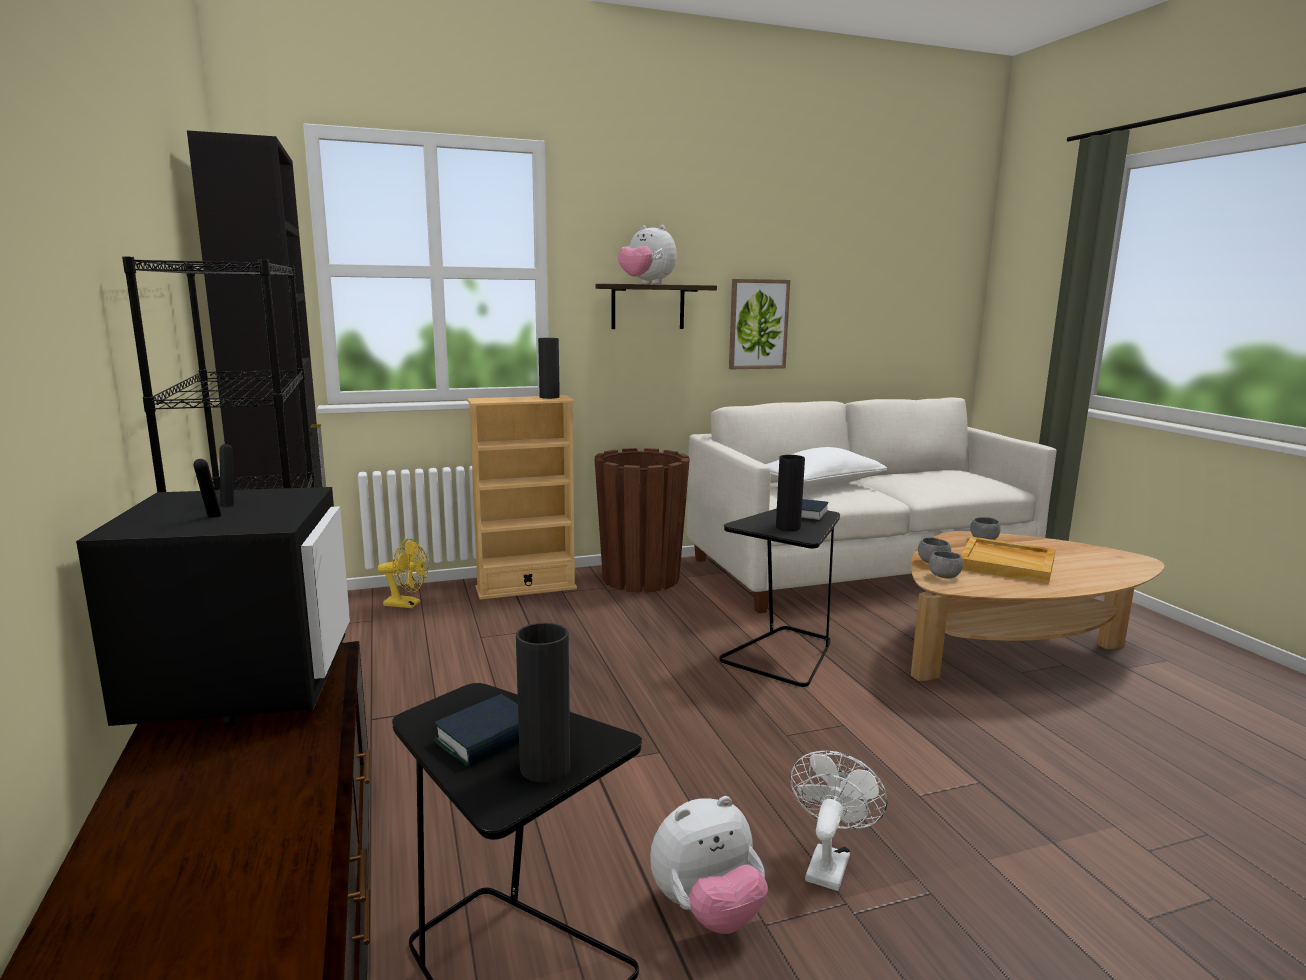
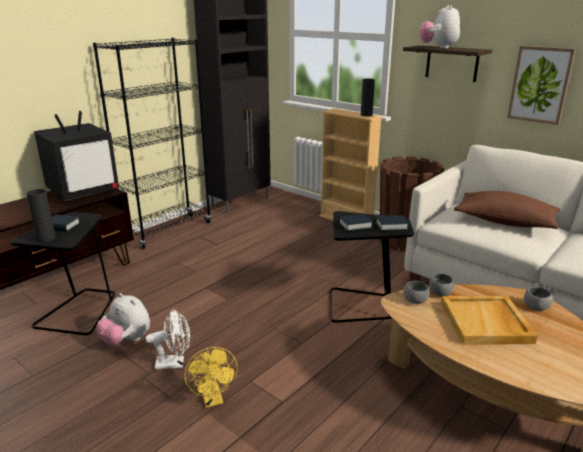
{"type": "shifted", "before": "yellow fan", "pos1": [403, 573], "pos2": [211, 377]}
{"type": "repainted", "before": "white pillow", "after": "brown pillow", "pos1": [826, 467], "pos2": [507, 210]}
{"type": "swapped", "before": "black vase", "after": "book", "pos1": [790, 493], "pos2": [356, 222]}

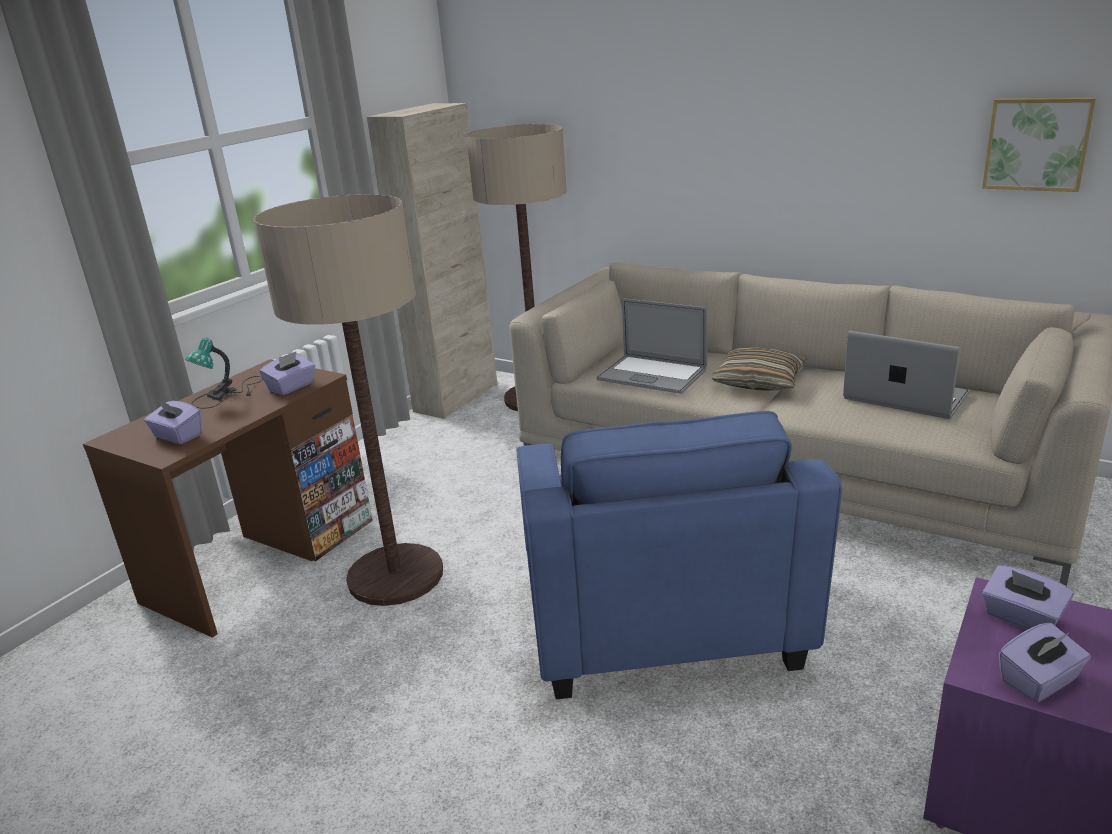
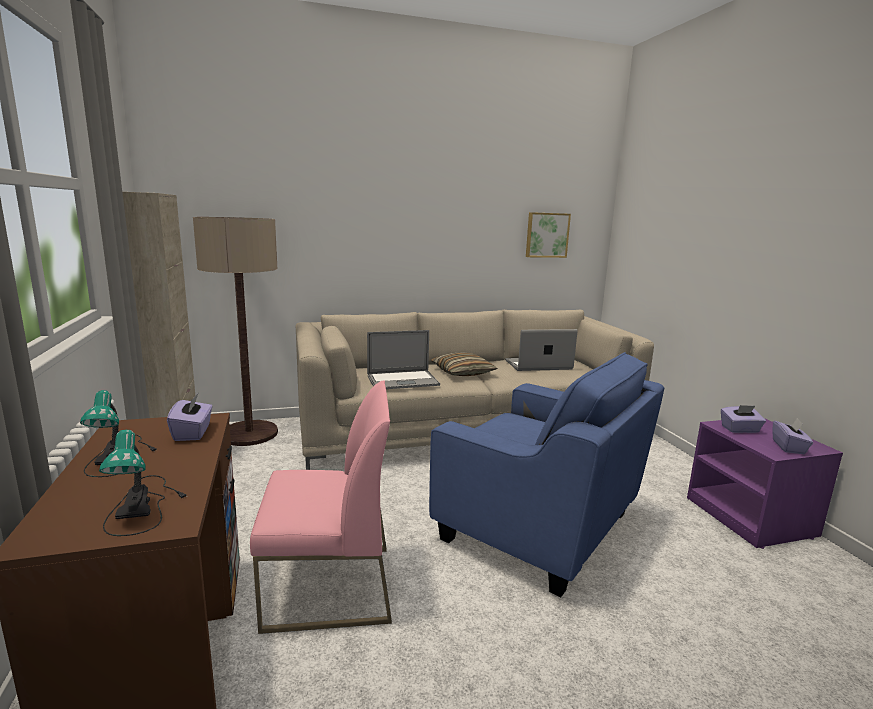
{"type": "swapped", "before": "purple tissue box", "after": "table lamp", "pos1": [173, 422], "pos2": [143, 483]}
{"type": "swapped", "before": "floor lamp", "after": "pink chair", "pos1": [348, 400], "pos2": [321, 507]}

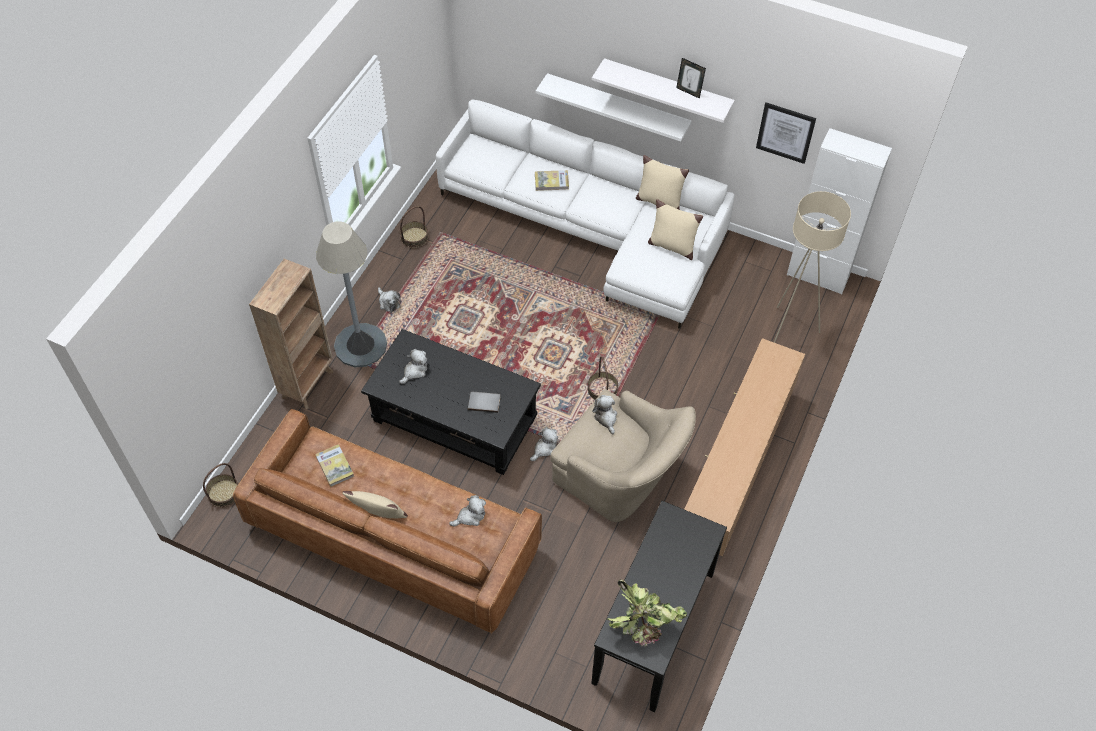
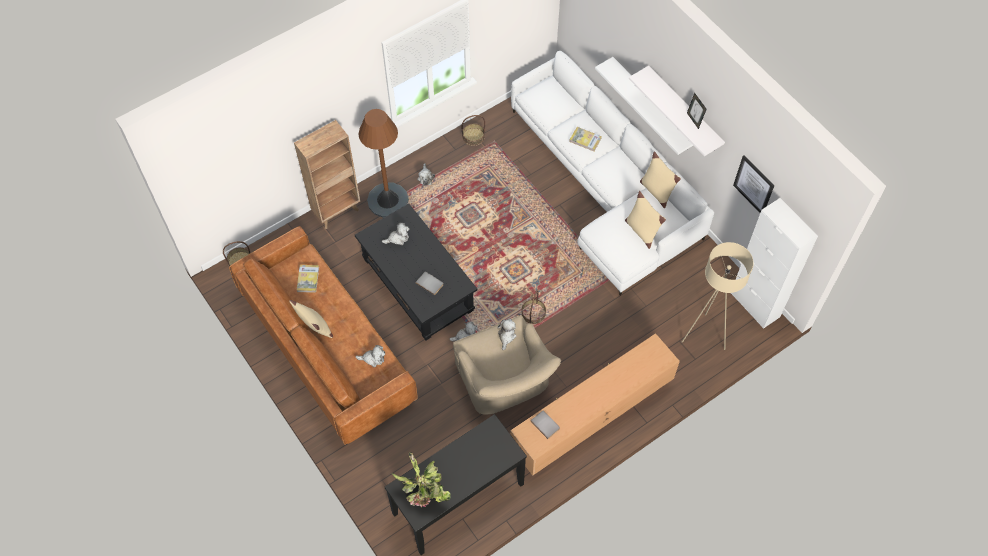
{"type": "repainted", "before": "grey floor lamp", "after": "brown floor lamp", "pos1": [351, 294], "pos2": [384, 163]}
{"type": "new", "after": "grey book", "pos2": [545, 425]}

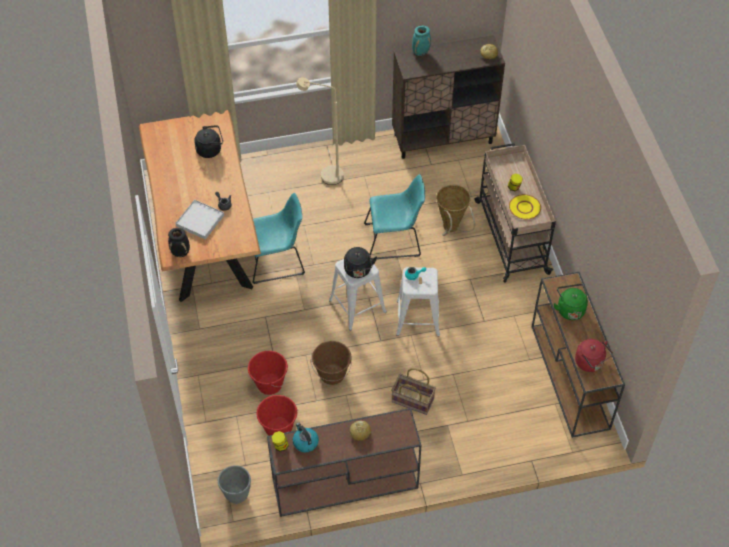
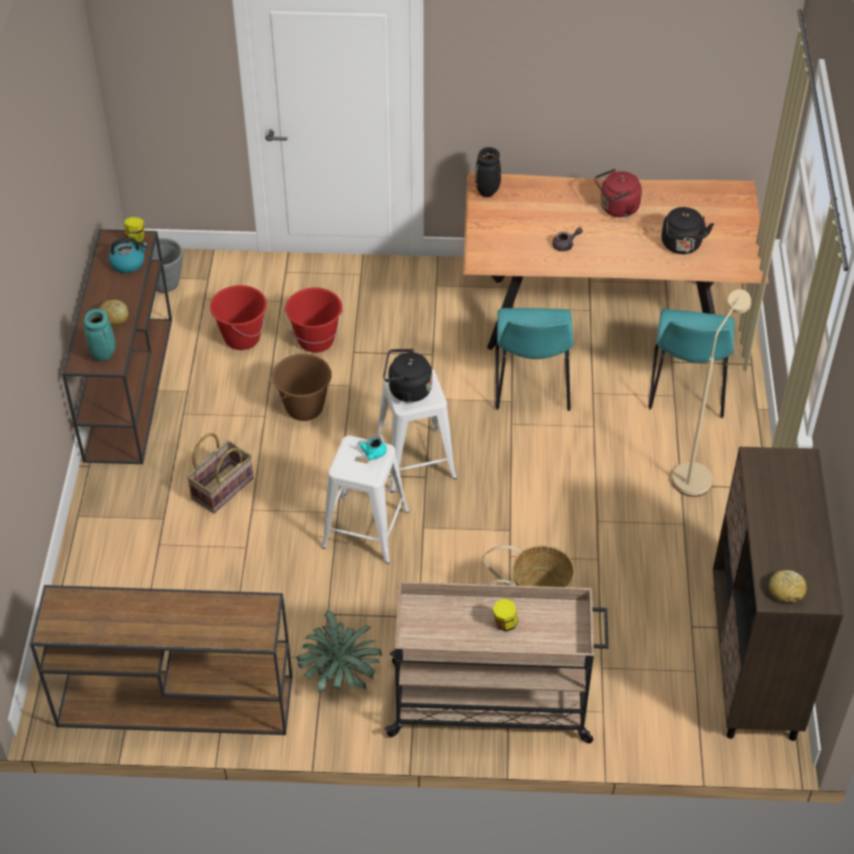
{"type": "gone", "before": "white tray", "pos1": [199, 219]}
{"type": "shifted", "before": "turquoise chair", "pos1": [394, 217], "pos2": [691, 363]}
{"type": "shifted", "before": "turquoise vase", "pos1": [421, 41], "pos2": [99, 335]}
{"type": "gone", "before": "yellow plate", "pos1": [525, 206]}
{"type": "gone", "before": "green kettle", "pos1": [571, 302]}
{"type": "shifted", "before": "red kettle", "pos1": [594, 355], "pos2": [618, 192]}
{"type": "new", "after": "potted plant", "pos2": [339, 651]}

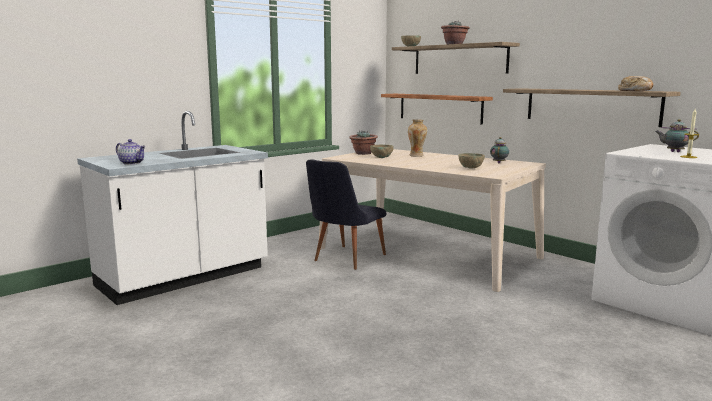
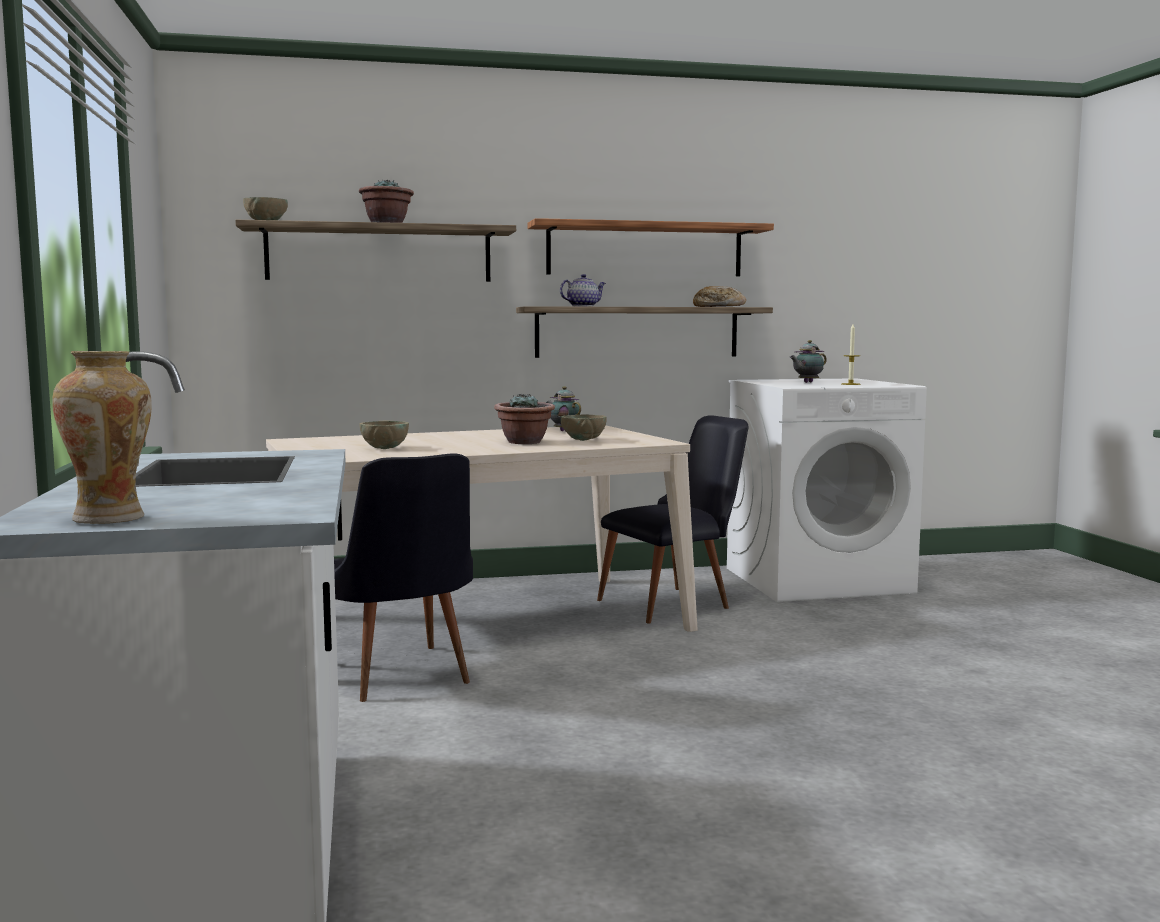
{"type": "shifted", "before": "teapot", "pos1": [131, 152], "pos2": [583, 290]}
{"type": "shifted", "before": "potted plant", "pos1": [363, 143], "pos2": [524, 418]}
{"type": "shifted", "before": "shelf", "pos1": [437, 109], "pos2": [650, 247]}
{"type": "shifted", "before": "vase", "pos1": [417, 138], "pos2": [102, 437]}
{"type": "new", "after": "black chair", "pos2": [673, 519]}

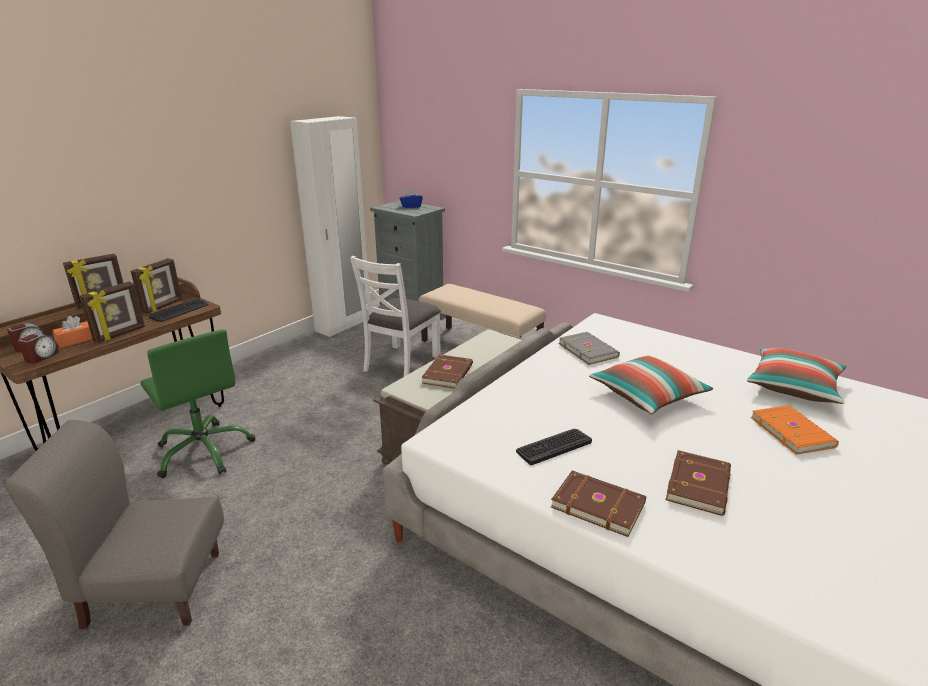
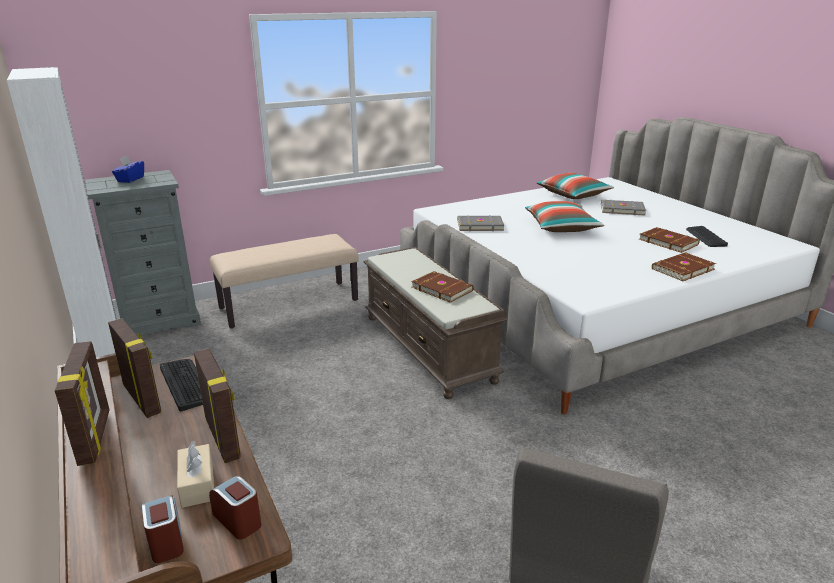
{"type": "repainted", "before": "orange tissue box", "after": "beige tissue box", "pos1": [72, 332], "pos2": [195, 474]}
{"type": "gone", "before": "green office chair", "pos1": [198, 403]}
{"type": "gone", "before": "white chair", "pos1": [395, 316]}
{"type": "shifted", "before": "keyboard", "pos1": [554, 447], "pos2": [707, 236]}
{"type": "repainted", "before": "orange book", "after": "grey book", "pos1": [794, 430], "pos2": [623, 208]}

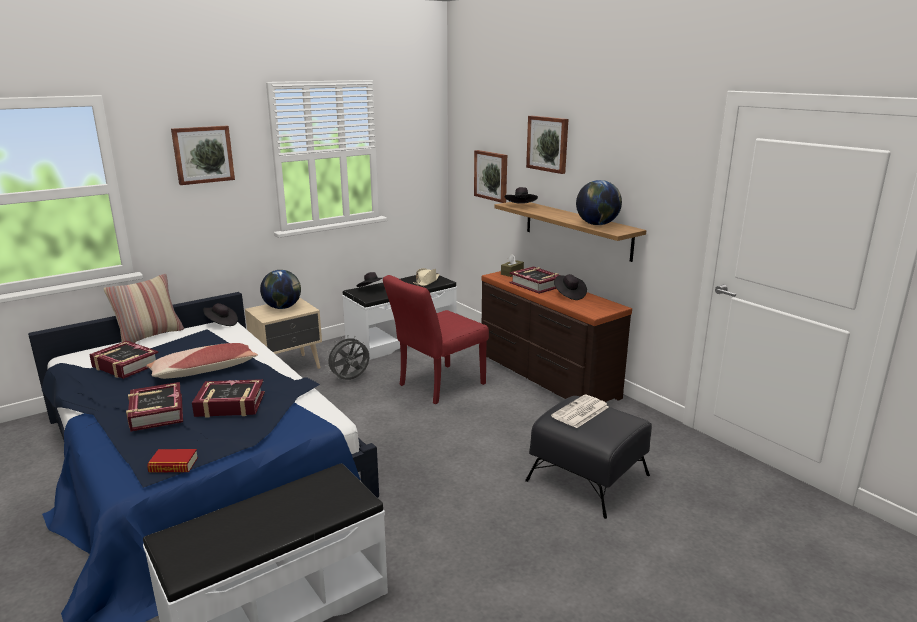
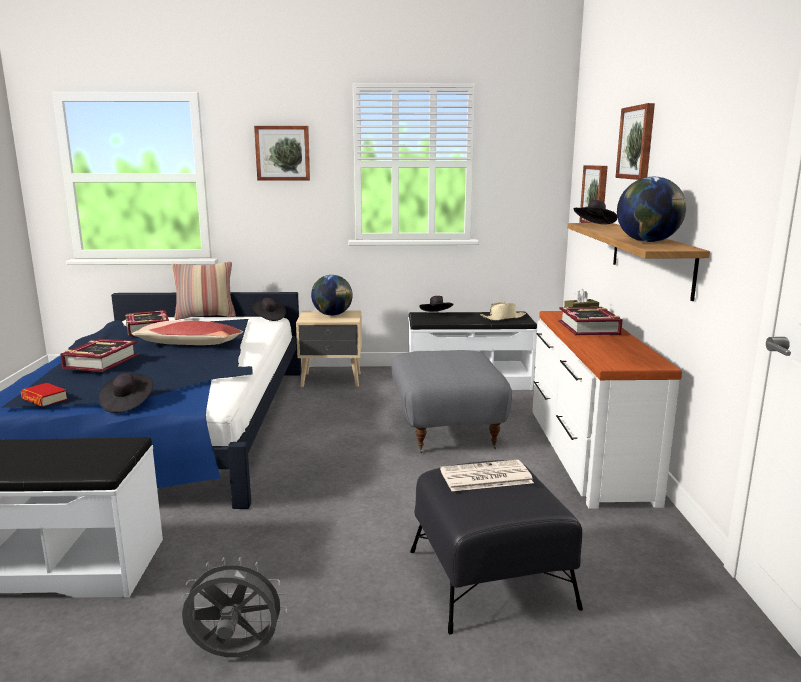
{"type": "gone", "before": "book", "pos1": [228, 398]}
{"type": "shifted", "before": "grey fan", "pos1": [347, 357], "pos2": [234, 607]}
{"type": "swapped", "before": "red chair", "after": "grey ottoman", "pos1": [436, 339], "pos2": [451, 401]}
{"type": "repainted", "before": "brown dresser", "after": "white dresser", "pos1": [557, 336], "pos2": [607, 410]}
{"type": "shifted", "before": "black hat", "pos1": [570, 287], "pos2": [126, 393]}

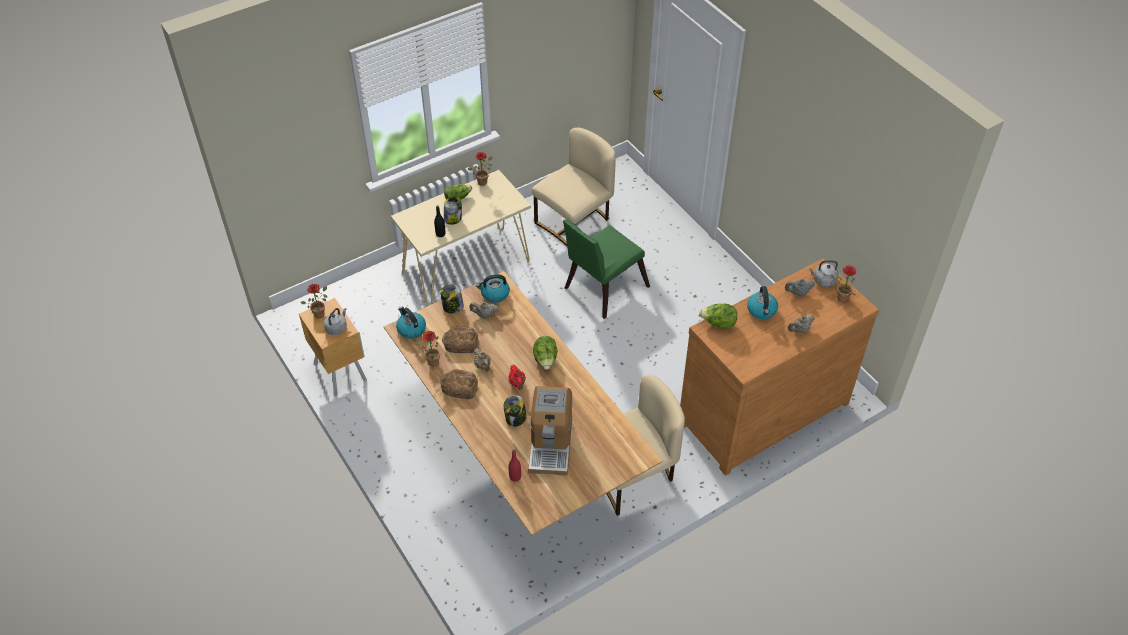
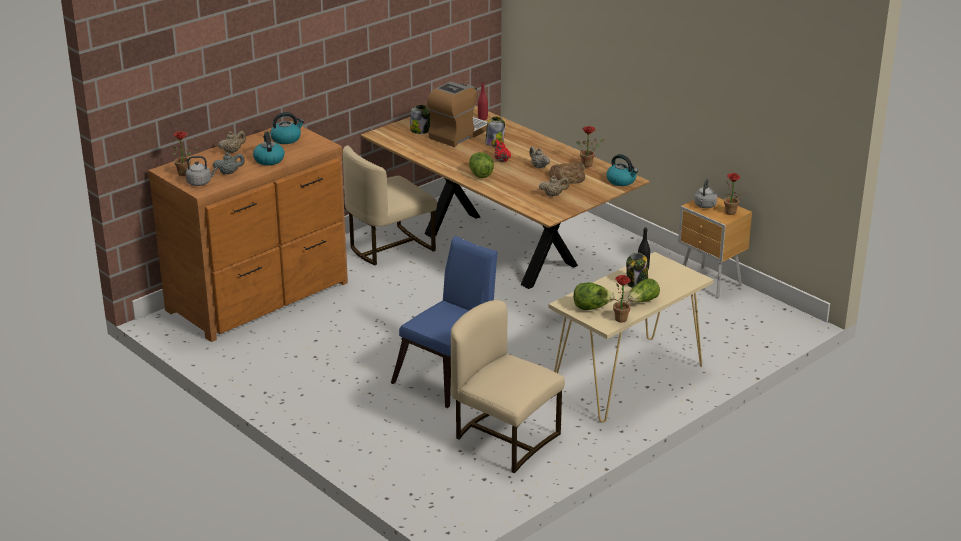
{"type": "shifted", "before": "jar", "pos1": [452, 299], "pos2": [420, 119]}
{"type": "gone", "before": "bread", "pos1": [459, 384]}
{"type": "shifted", "before": "kettle", "pos1": [493, 288], "pos2": [287, 128]}
{"type": "rotated", "before": "coffee machine", "pos1": [550, 431], "pos2": [457, 114], "turn": 45}
{"type": "rotated", "before": "beige chair", "pos1": [574, 187], "pos2": [508, 386], "turn": 90}
{"type": "repainted", "before": "green chair", "after": "blue chair", "pos1": [606, 269], "pos2": [444, 322]}
{"type": "shifted", "before": "lettuce", "pos1": [718, 316], "pos2": [594, 296]}

